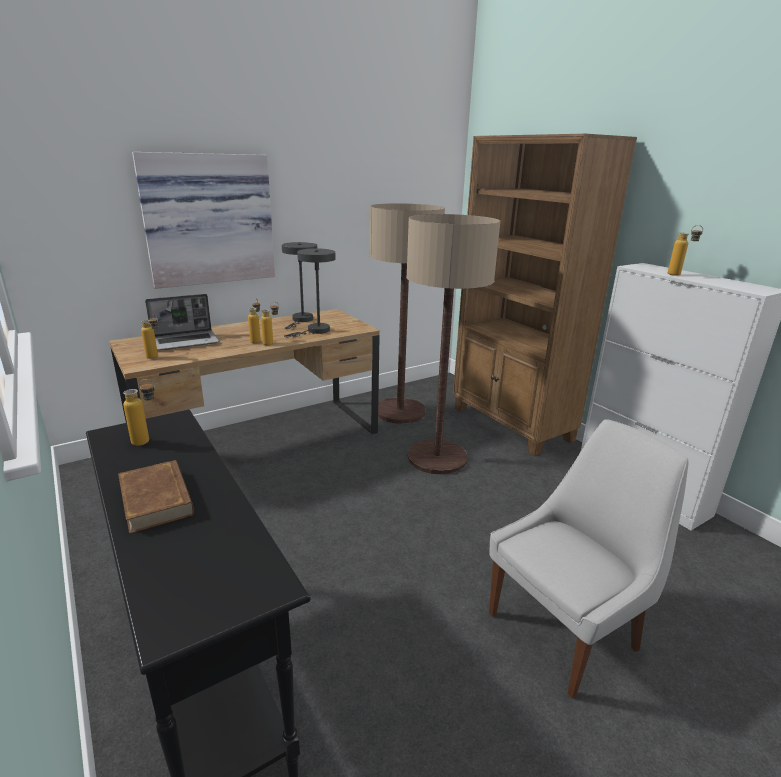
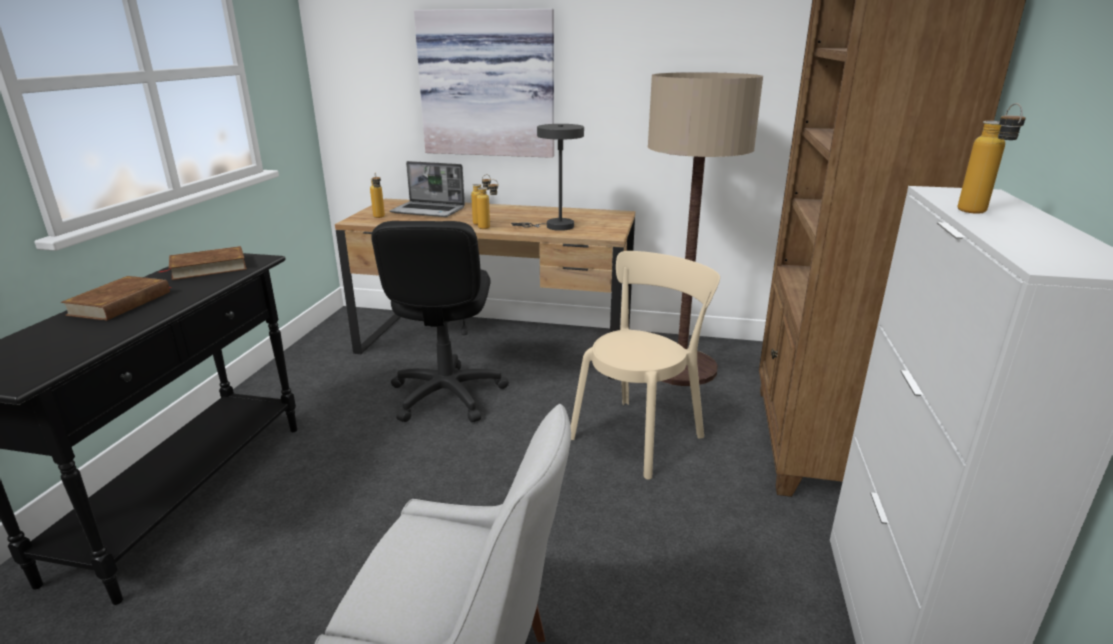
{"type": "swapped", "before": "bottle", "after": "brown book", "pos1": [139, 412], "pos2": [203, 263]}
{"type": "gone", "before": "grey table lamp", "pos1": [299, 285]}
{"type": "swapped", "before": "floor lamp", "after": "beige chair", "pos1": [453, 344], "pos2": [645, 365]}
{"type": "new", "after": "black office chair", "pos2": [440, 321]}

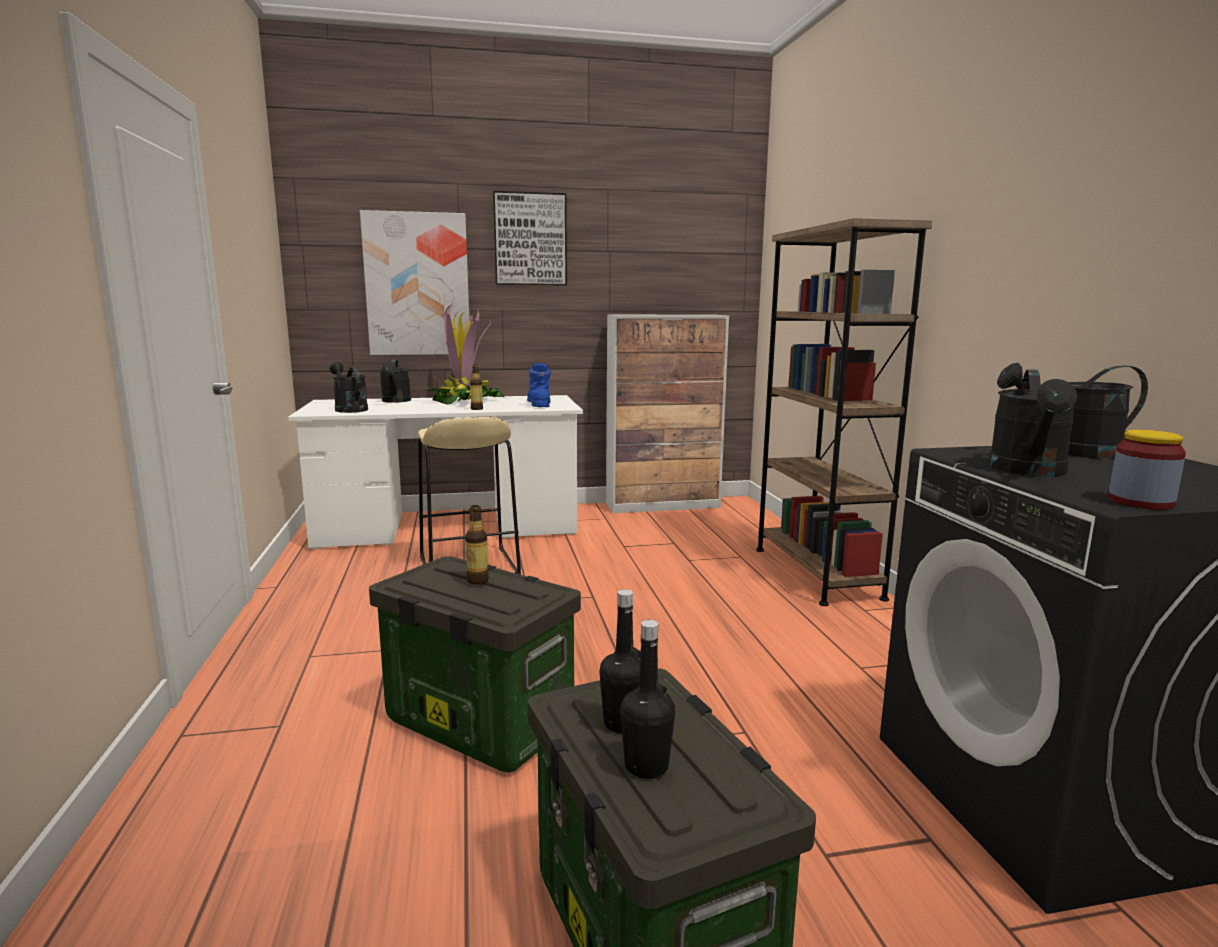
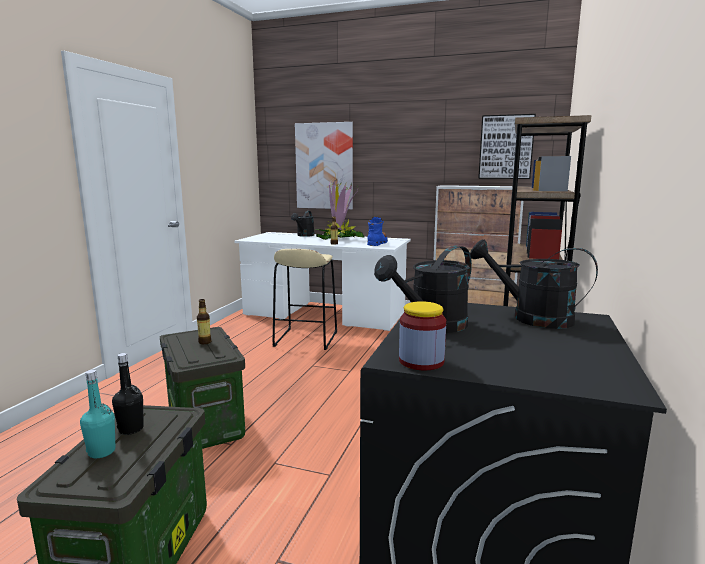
{"type": "gone", "before": "black watering can", "pos1": [349, 387]}
{"type": "shifted", "before": "picture", "pos1": [530, 238], "pos2": [507, 146]}
{"type": "repainted", "before": "black bottle", "after": "turquoise bottle", "pos1": [648, 699], "pos2": [98, 413]}

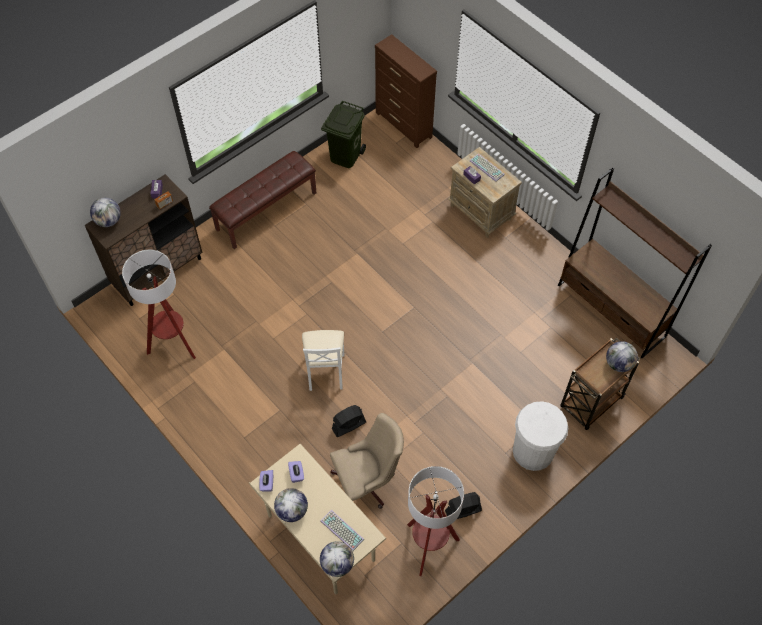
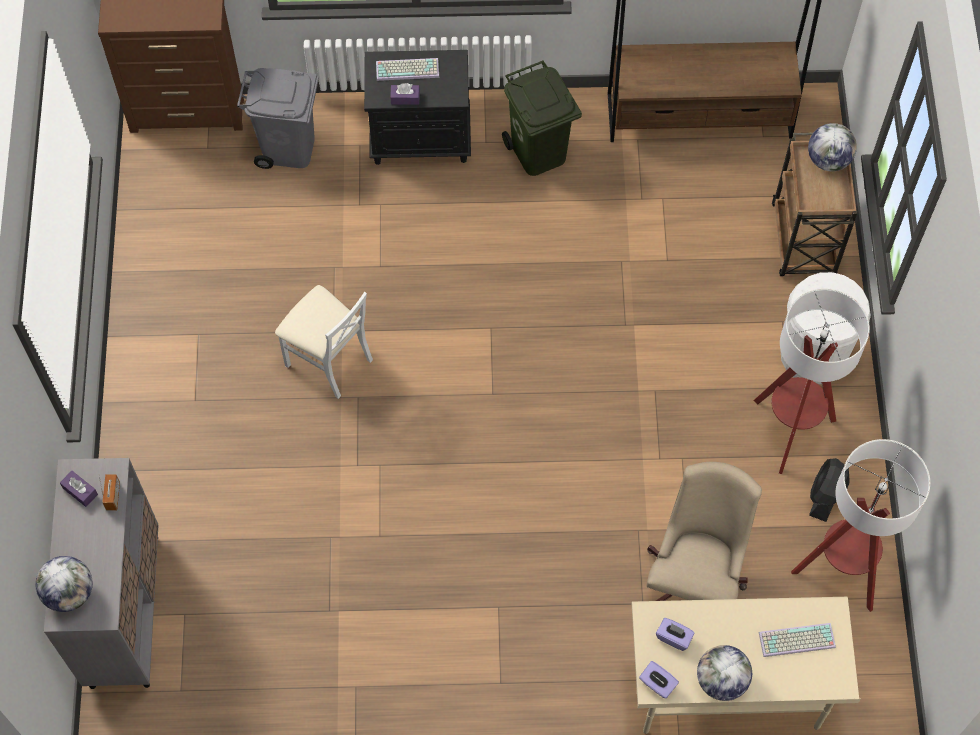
{"type": "repainted", "before": "brown cabinet", "after": "grey cabinet", "pos1": [144, 240], "pos2": [101, 573]}
{"type": "shifted", "before": "floor lamp", "pos1": [159, 304], "pos2": [812, 381]}
{"type": "gone", "before": "brown bench", "pos1": [262, 200]}
{"type": "shifted", "before": "white chair", "pos1": [323, 360], "pos2": [324, 342]}
{"type": "gone", "before": "globe", "pos1": [337, 559]}
{"type": "shifted", "before": "green trash can", "pos1": [343, 134], "pos2": [542, 118]}
{"type": "gone", "before": "black fan", "pos1": [349, 421]}
{"type": "repainted", "before": "beige nightstand", "after": "black nightstand", "pos1": [485, 192], "pos2": [417, 107]}
{"type": "new", "after": "grey trash can", "pos2": [278, 118]}

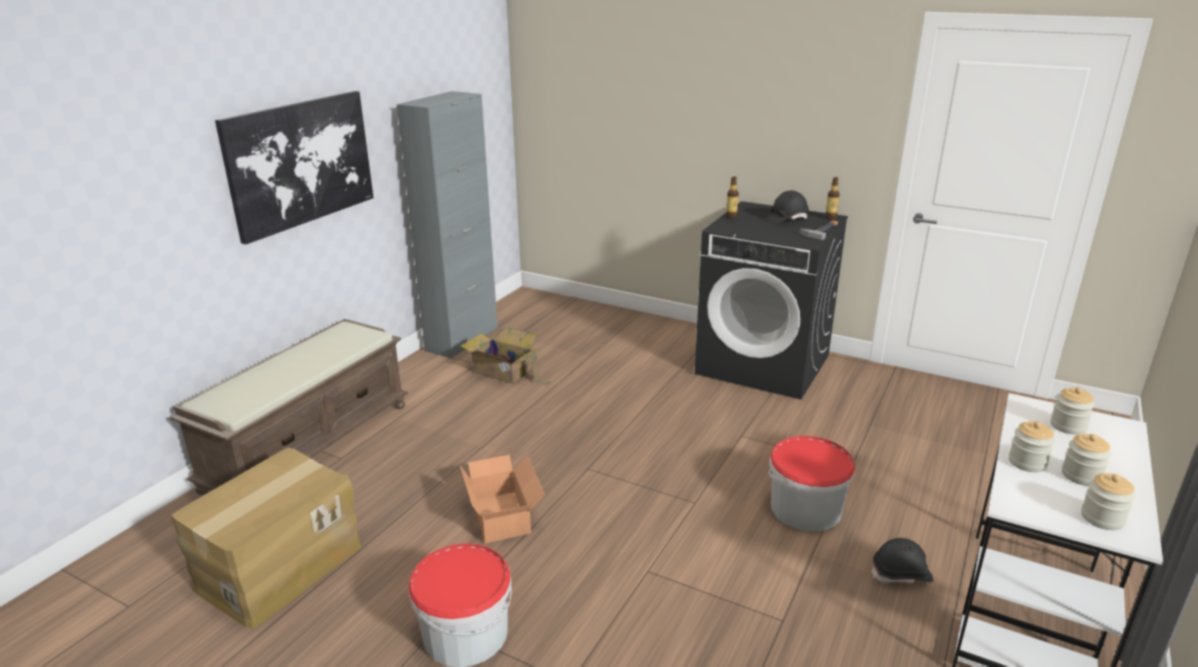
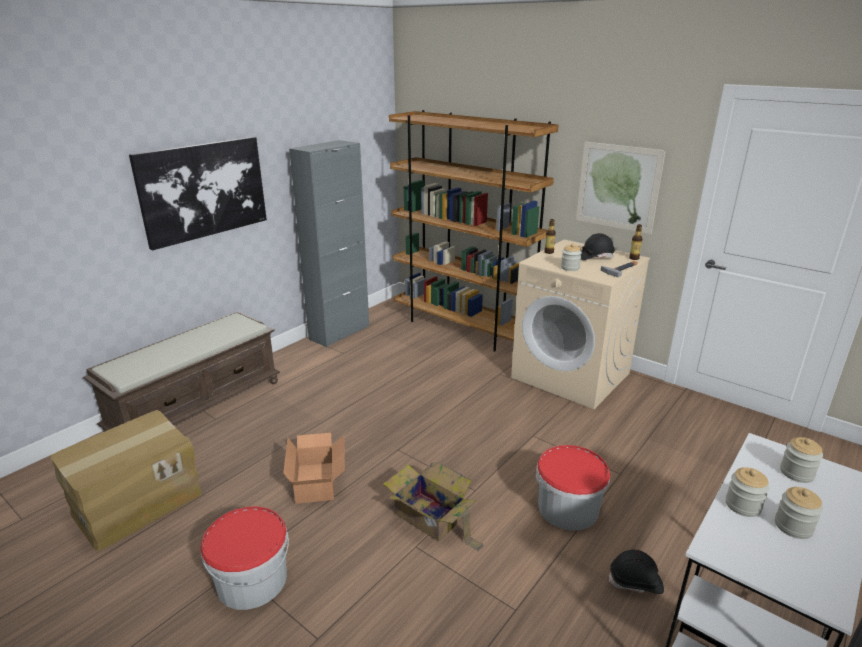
{"type": "shifted", "before": "cardboard box", "pos1": [505, 356], "pos2": [433, 507]}
{"type": "repainted", "before": "black washing machine", "after": "beige washing machine", "pos1": [771, 300], "pos2": [580, 324]}
{"type": "shifted", "before": "jar", "pos1": [1108, 501], "pos2": [571, 257]}
{"type": "new", "after": "brown bookcase", "pos2": [474, 231]}
{"type": "new", "after": "picture", "pos2": [621, 188]}

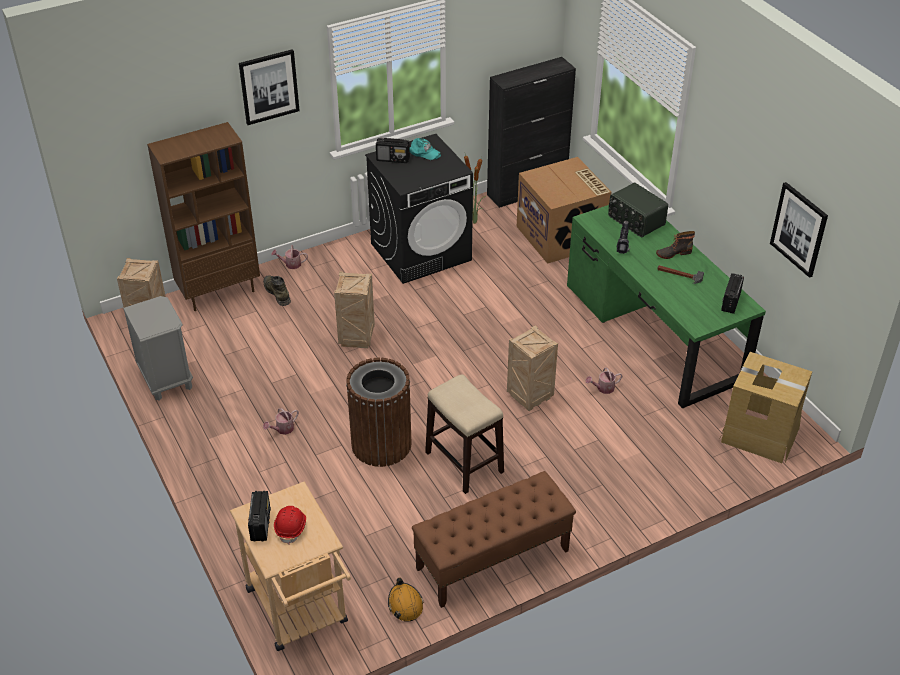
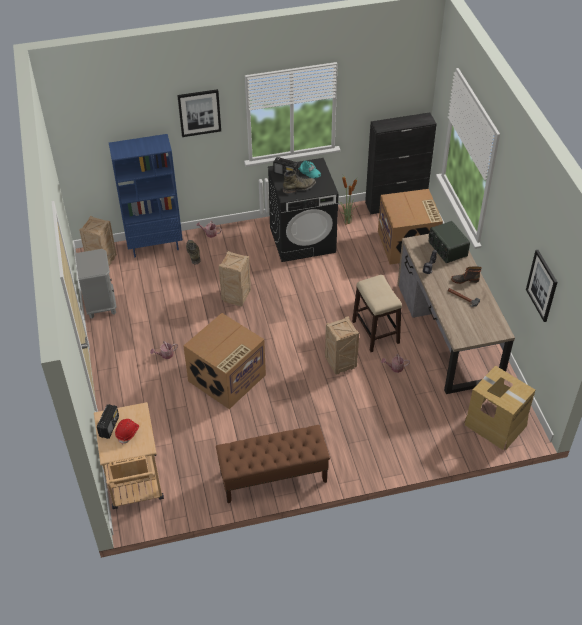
{"type": "repainted", "before": "brown bookcase", "after": "blue bookcase", "pos1": [203, 216], "pos2": [146, 195]}
{"type": "swapped", "before": "brown trash can", "after": "cardboard box", "pos1": [379, 412], "pos2": [224, 361]}
{"type": "gone", "before": "orange hard hat", "pos1": [406, 600]}
{"type": "shifted", "before": "stool", "pos1": [464, 434], "pos2": [377, 313]}
{"type": "repainted", "before": "green desk", "after": "brown desk", "pos1": [666, 307], "pos2": [456, 314]}
{"type": "gone", "before": "radio", "pos1": [732, 293]}
{"type": "new", "after": "green boot", "pos2": [299, 182]}

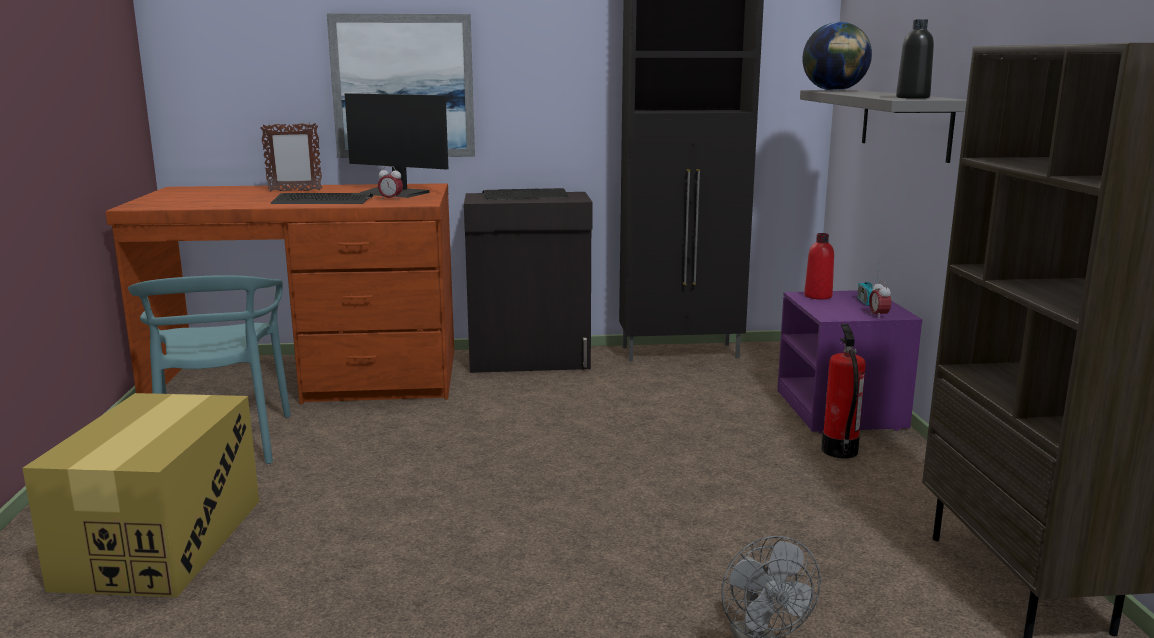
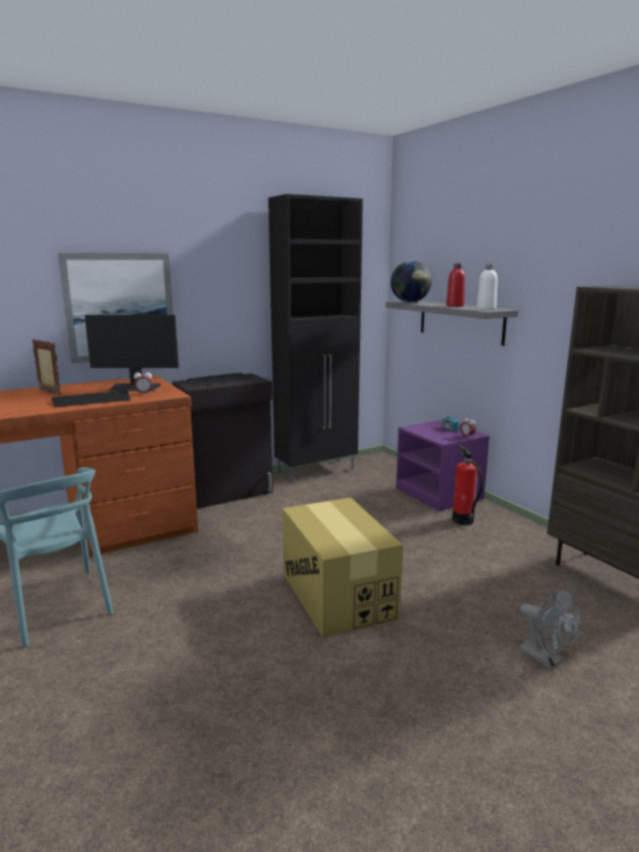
{"type": "shifted", "before": "cardboard box", "pos1": [140, 495], "pos2": [342, 568]}
{"type": "rotated", "before": "picture frame", "pos1": [291, 157], "pos2": [46, 367], "turn": -105}
{"type": "shifted", "before": "red bottle", "pos1": [819, 266], "pos2": [455, 285]}
{"type": "repainted", "before": "black bottle", "after": "white bottle", "pos1": [915, 59], "pos2": [487, 287]}

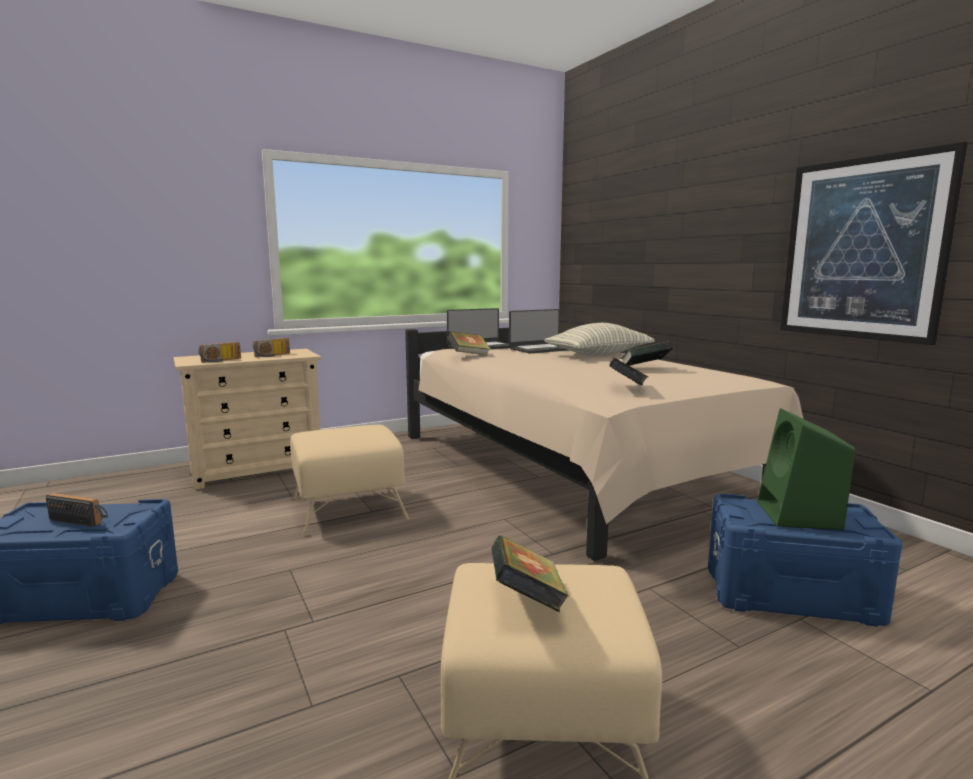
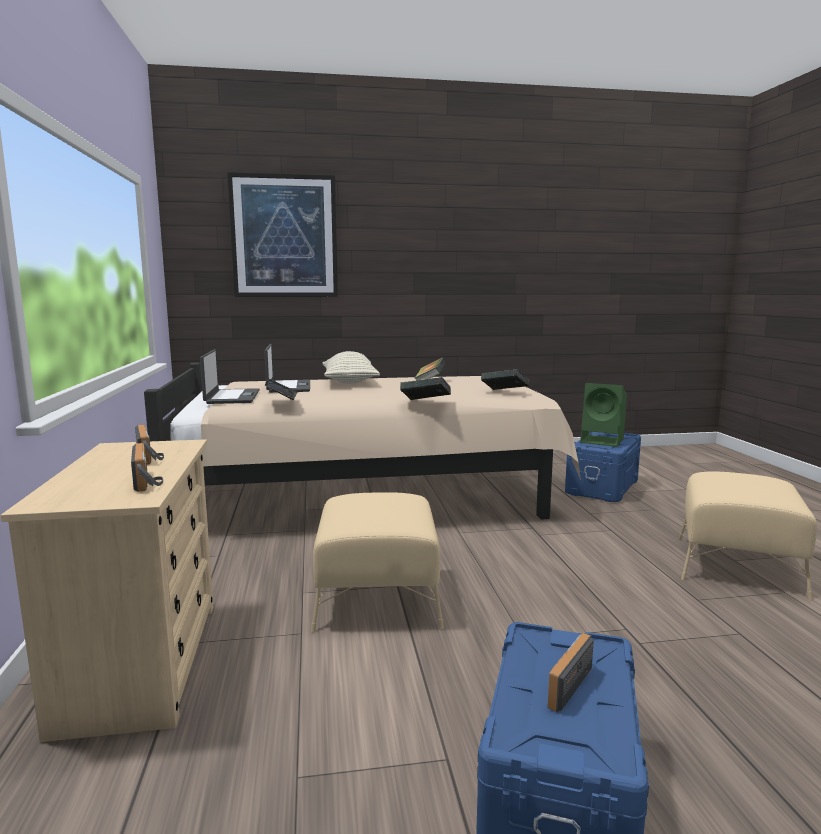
{"type": "shifted", "before": "book", "pos1": [530, 574], "pos2": [425, 388]}
{"type": "shifted", "before": "picture", "pos1": [874, 243], "pos2": [282, 234]}

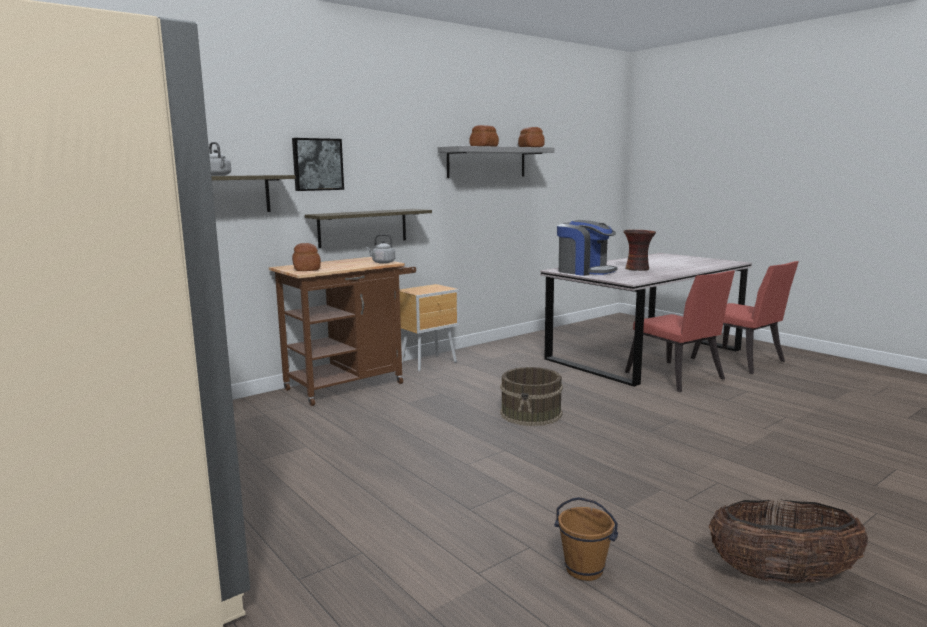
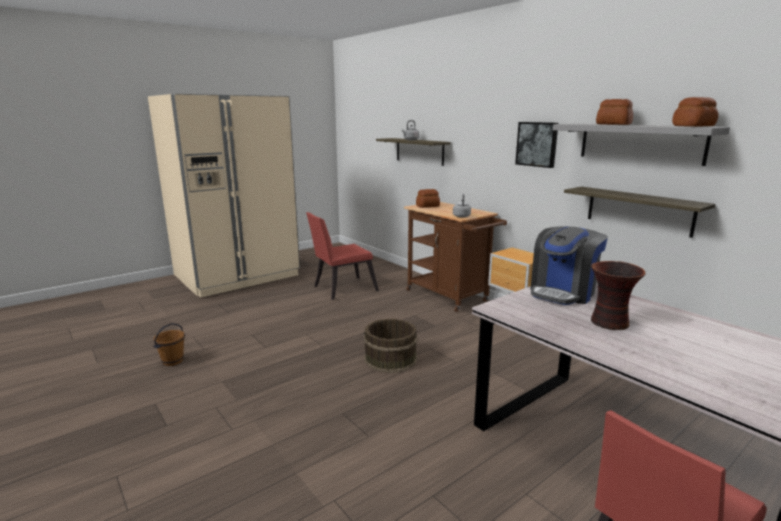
{"type": "shifted", "before": "picture", "pos1": [318, 164], "pos2": [536, 145]}
{"type": "shifted", "before": "shelf", "pos1": [368, 228], "pos2": [640, 212]}
{"type": "shifted", "before": "red chair", "pos1": [680, 331], "pos2": [342, 256]}
{"type": "gone", "before": "basket", "pos1": [788, 541]}

